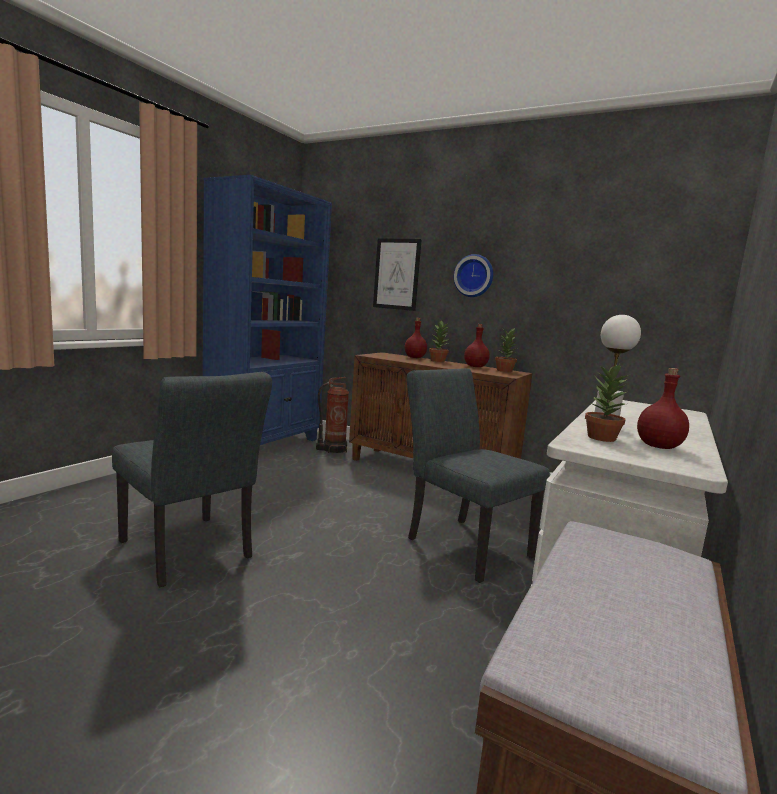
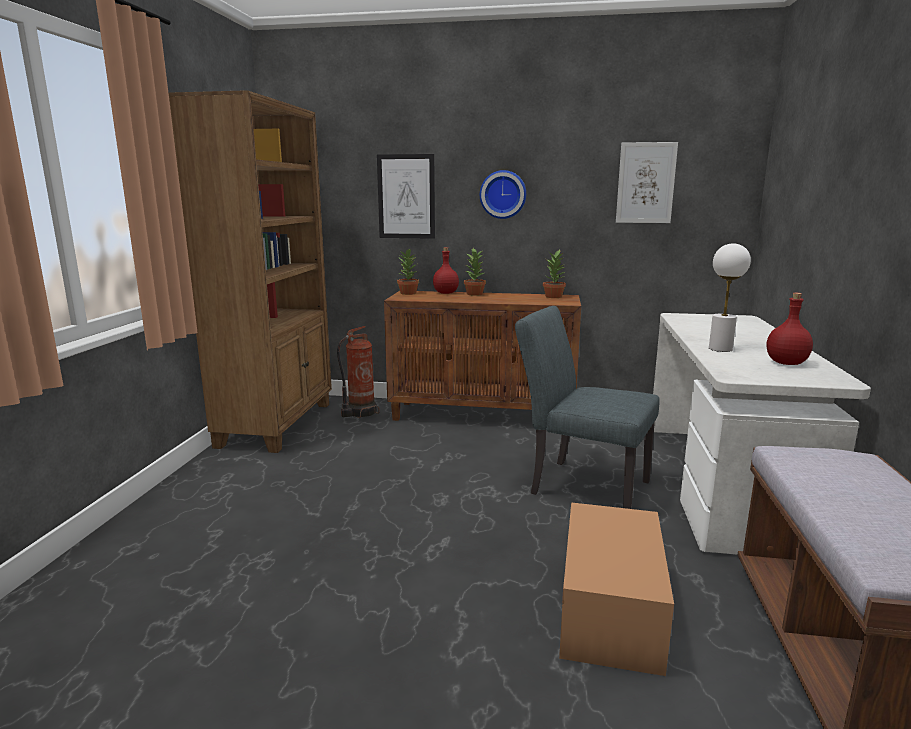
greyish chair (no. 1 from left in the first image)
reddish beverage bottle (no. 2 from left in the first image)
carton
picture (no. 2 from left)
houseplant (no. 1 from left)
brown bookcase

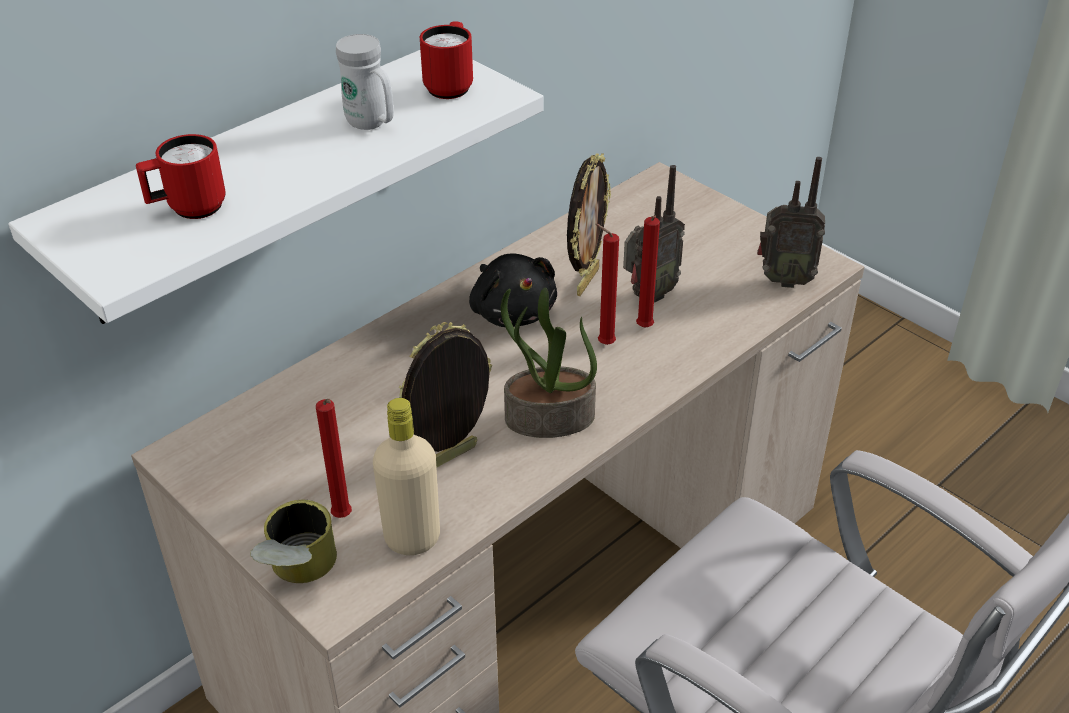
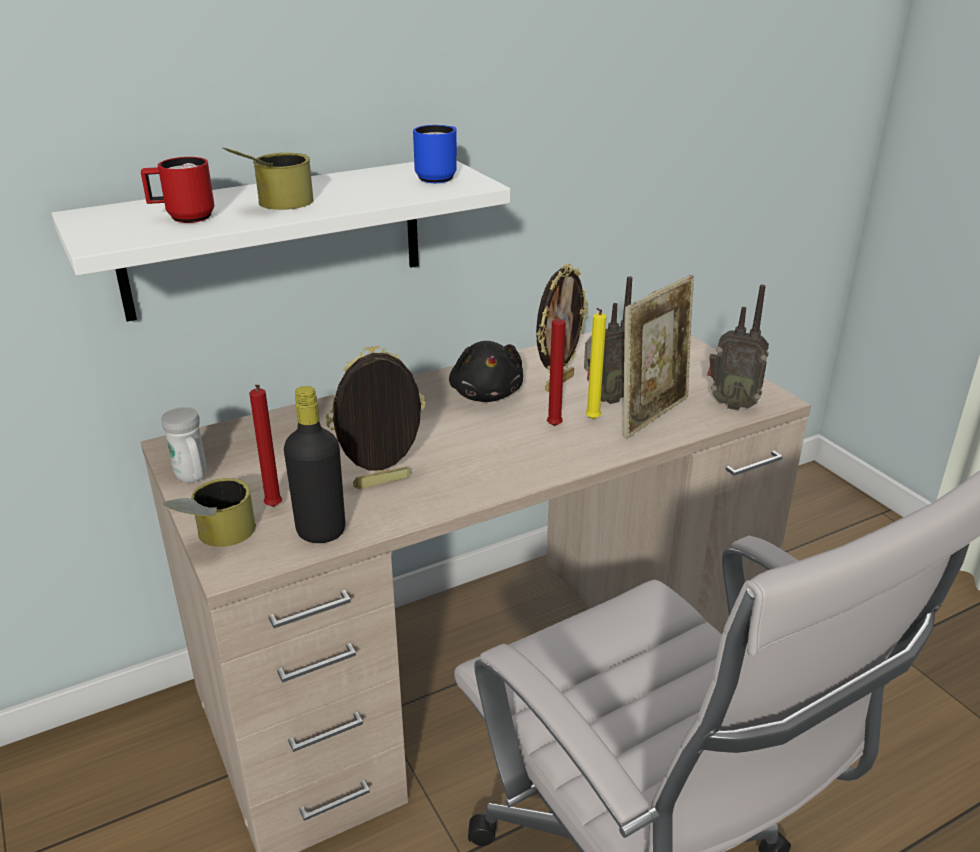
houseplant
sealed can (no. 2 from left)
photo frame (no. 3 from left)
white tea mug
blackish beverage bottle
blue tea mug
yellowish wax light

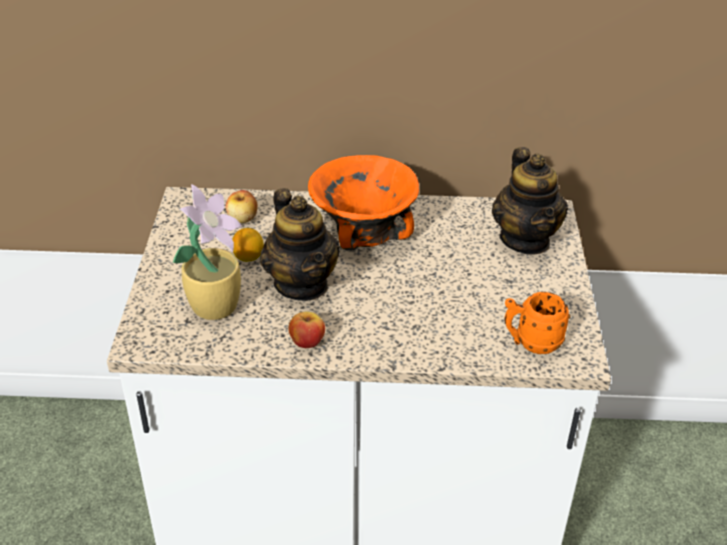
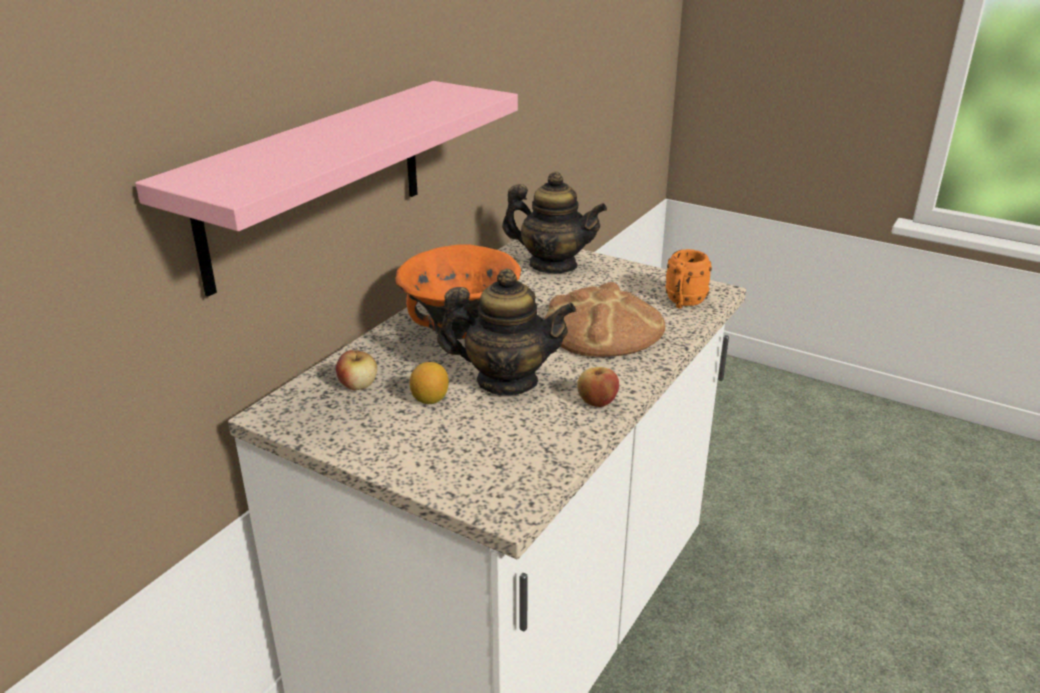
houseplant
pink bracket shelf
baked bread

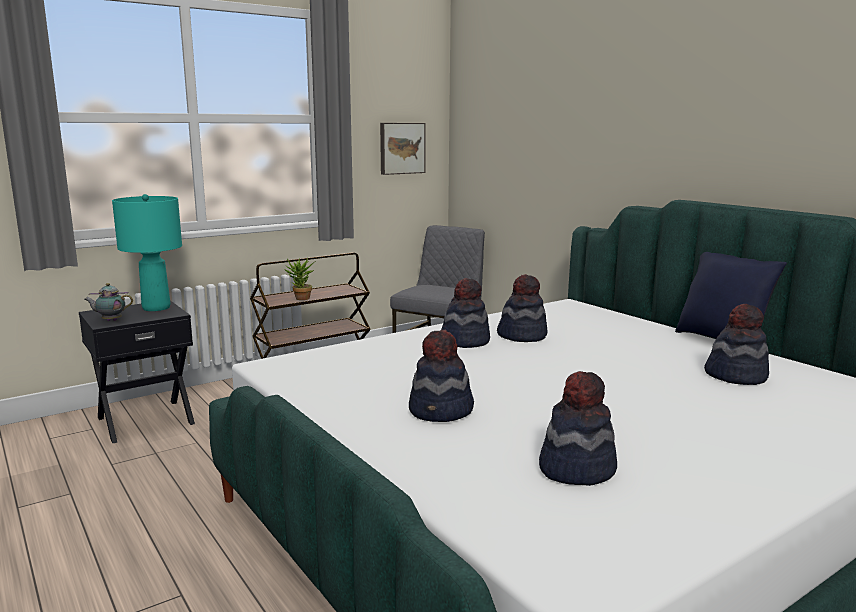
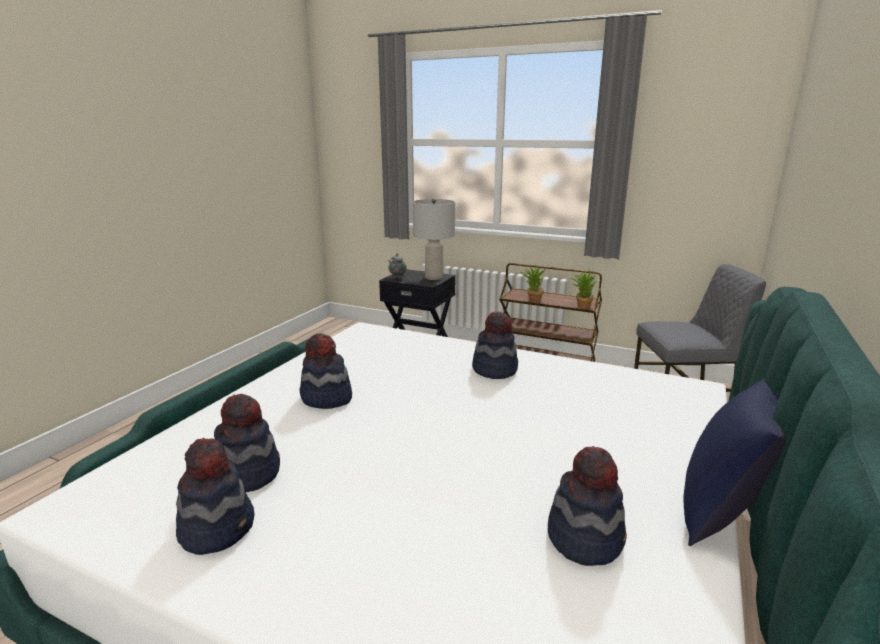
picture
houseplant (no. 2 from left)
clothing hat (no. 1 from left)
greyish lamp for a table

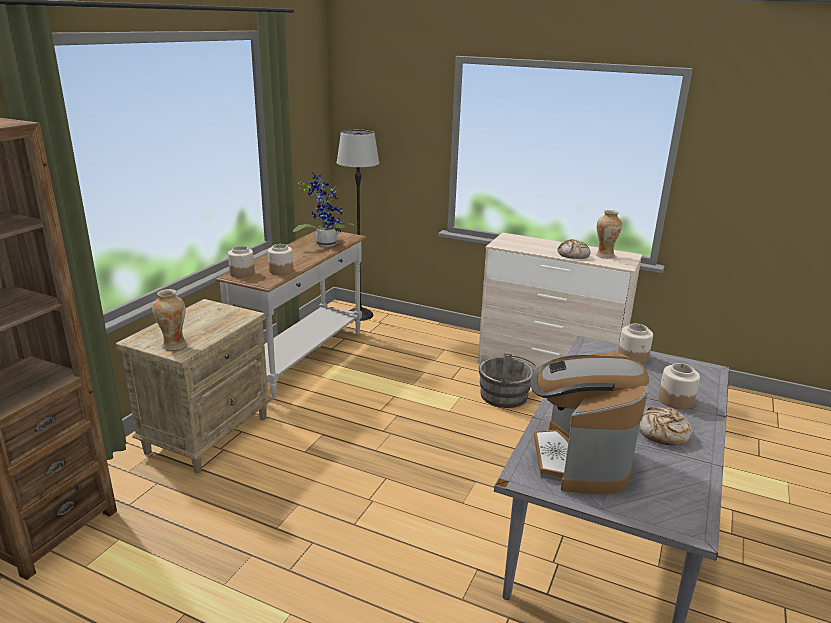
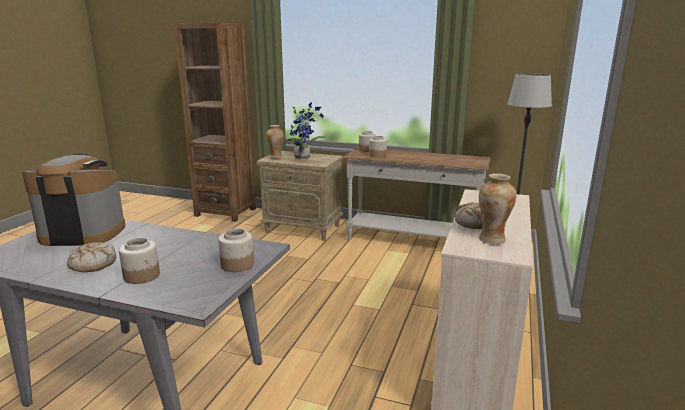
greyish water bucket
houseplant

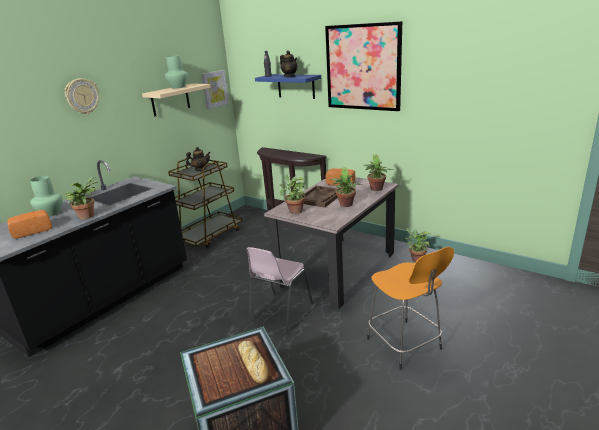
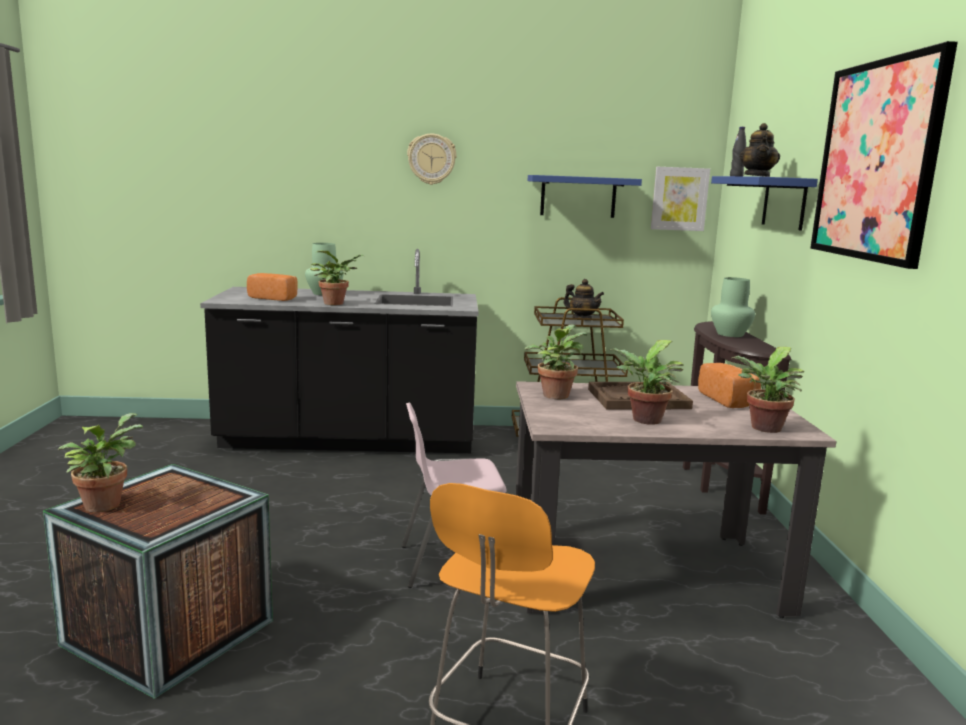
baked bread (no. 2 from left in the first image)
green decorative vase (no. 2 from left)
houseplant (no. 1 from left)
blue bracket shelf (no. 1 from left)

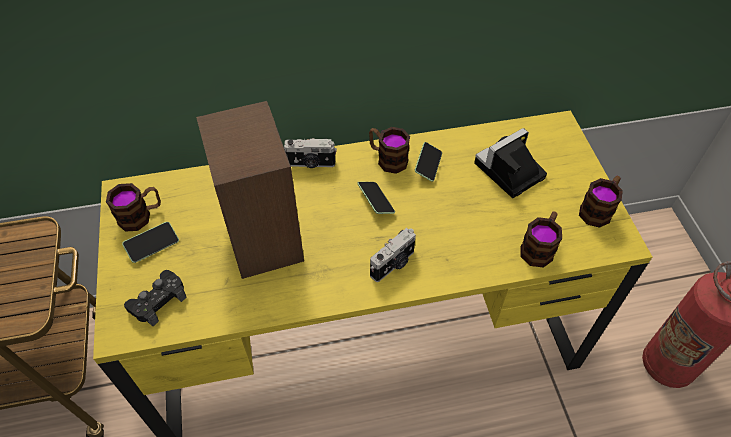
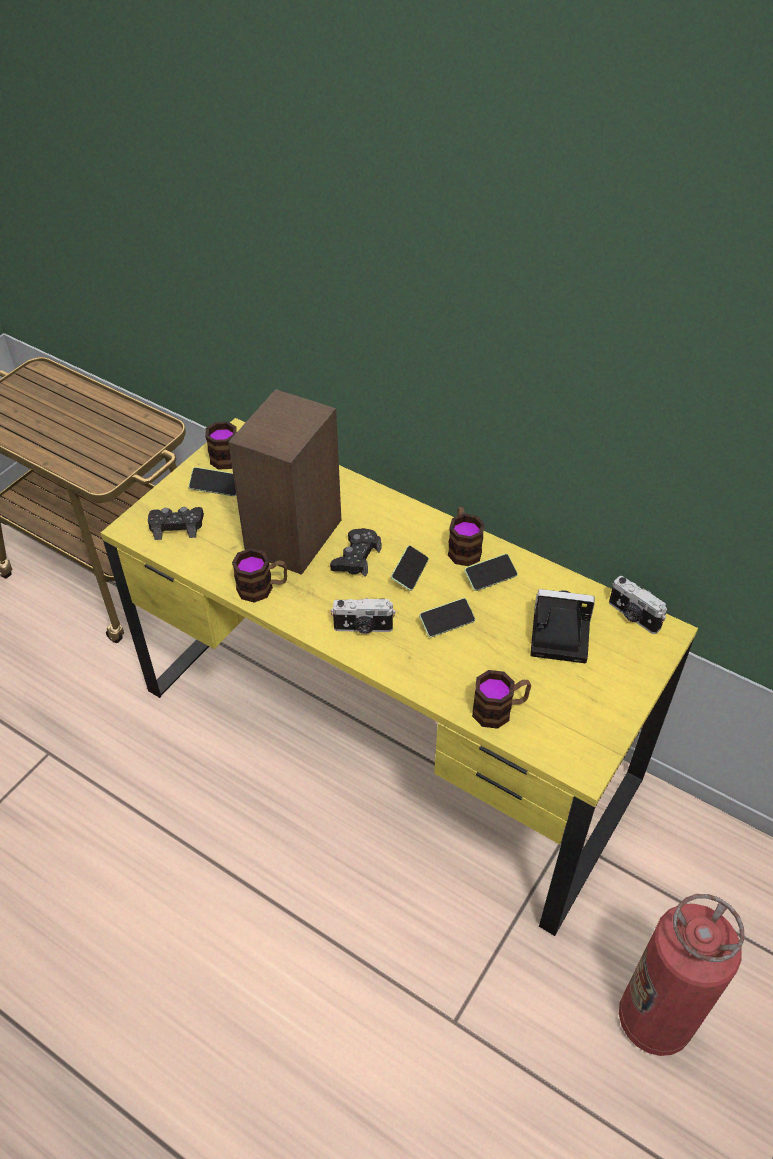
blackish game controller (no. 2 from left)
phone (no. 3 from left)
photo camera (no. 3 from left)
tea mug (no. 2 from left)

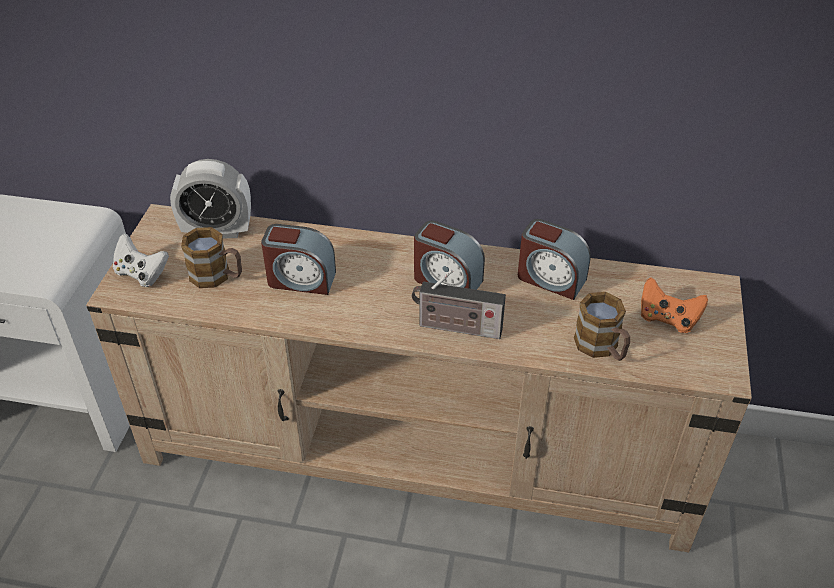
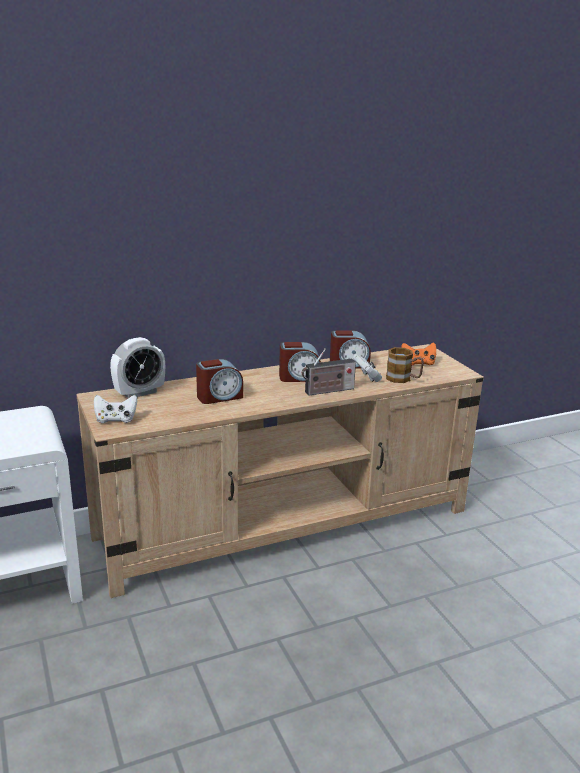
tea mug (no. 1 from left in the first image)
white game controller (no. 2 from left)

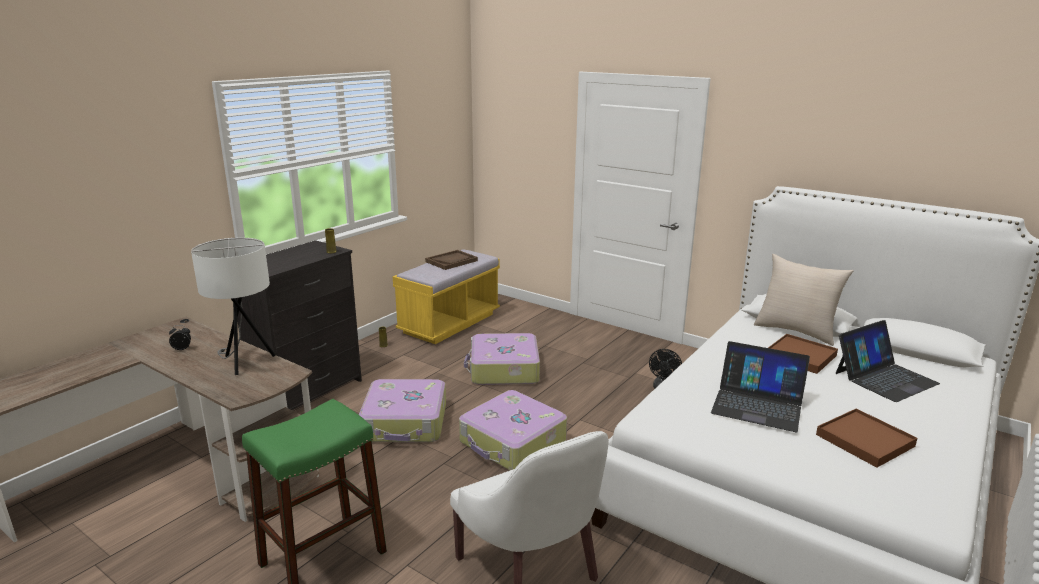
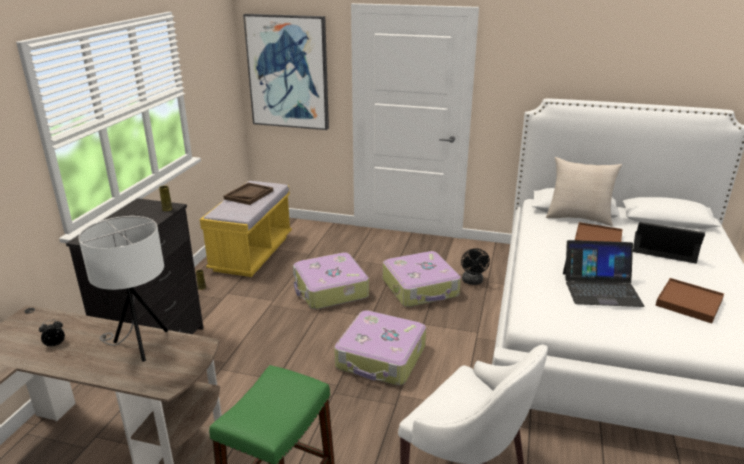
picture
travel case (no. 3 from left)
notebook computer (no. 2 from left)

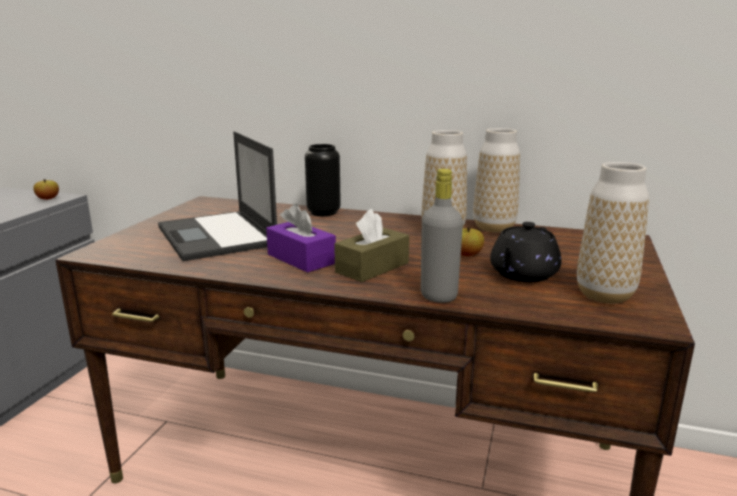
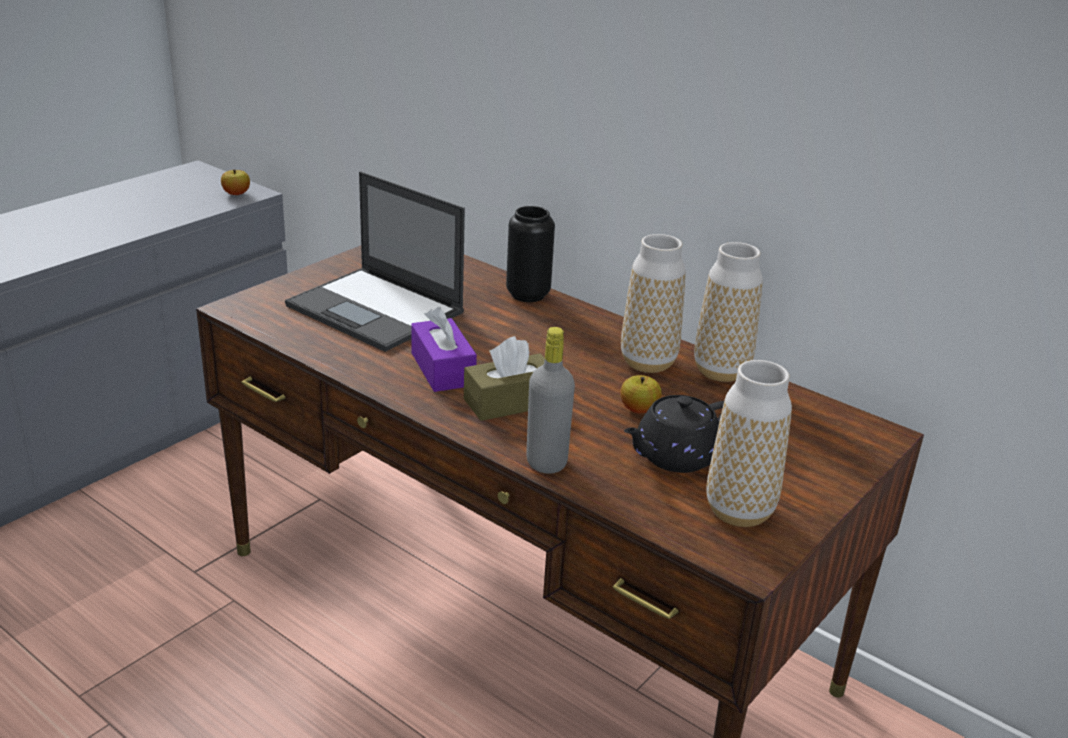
notebook computer

